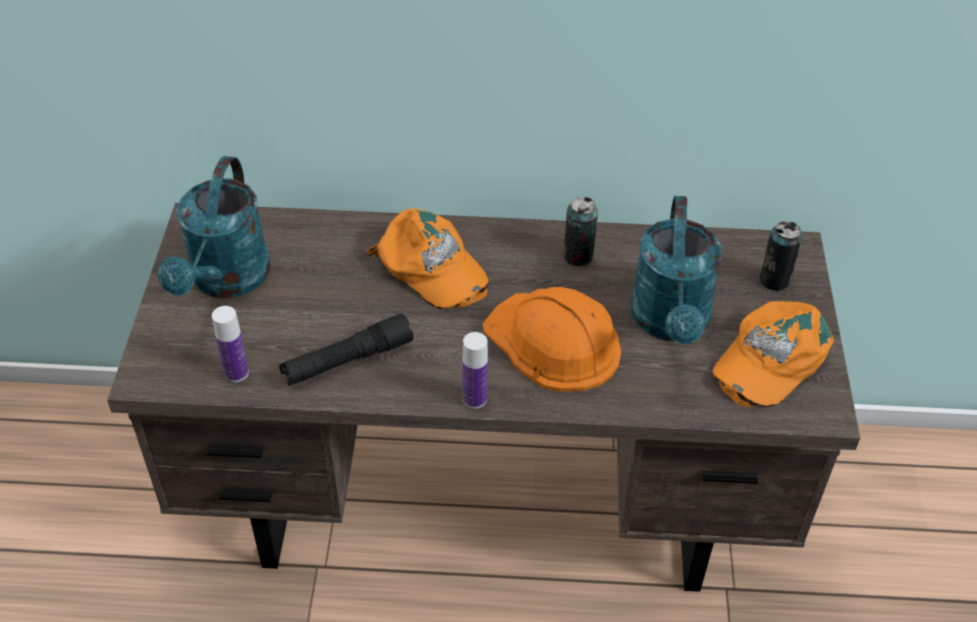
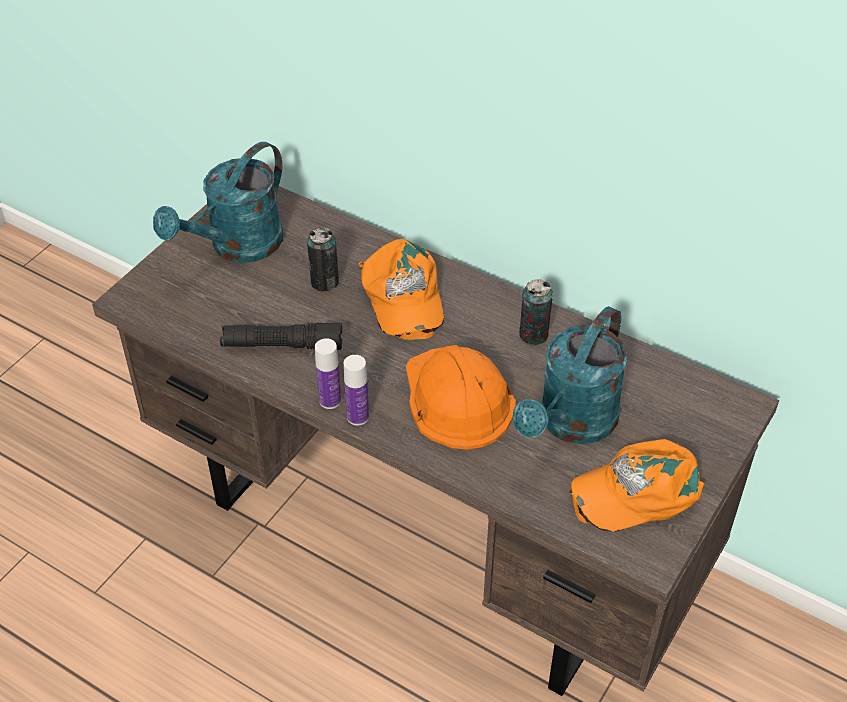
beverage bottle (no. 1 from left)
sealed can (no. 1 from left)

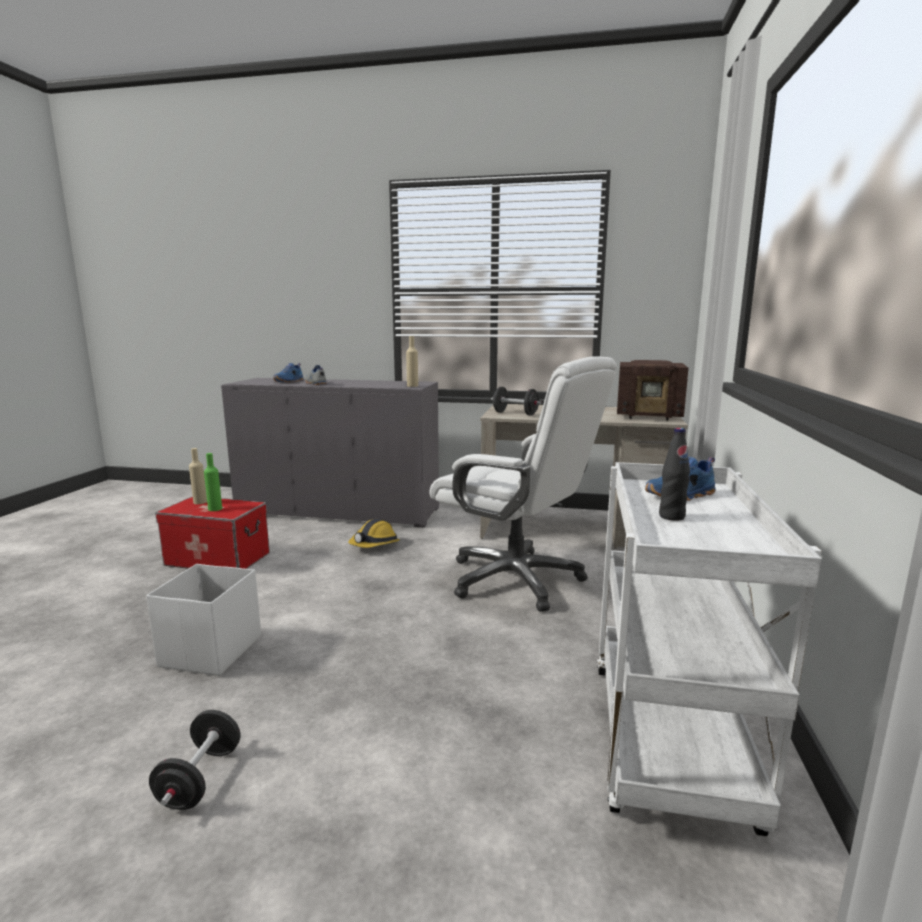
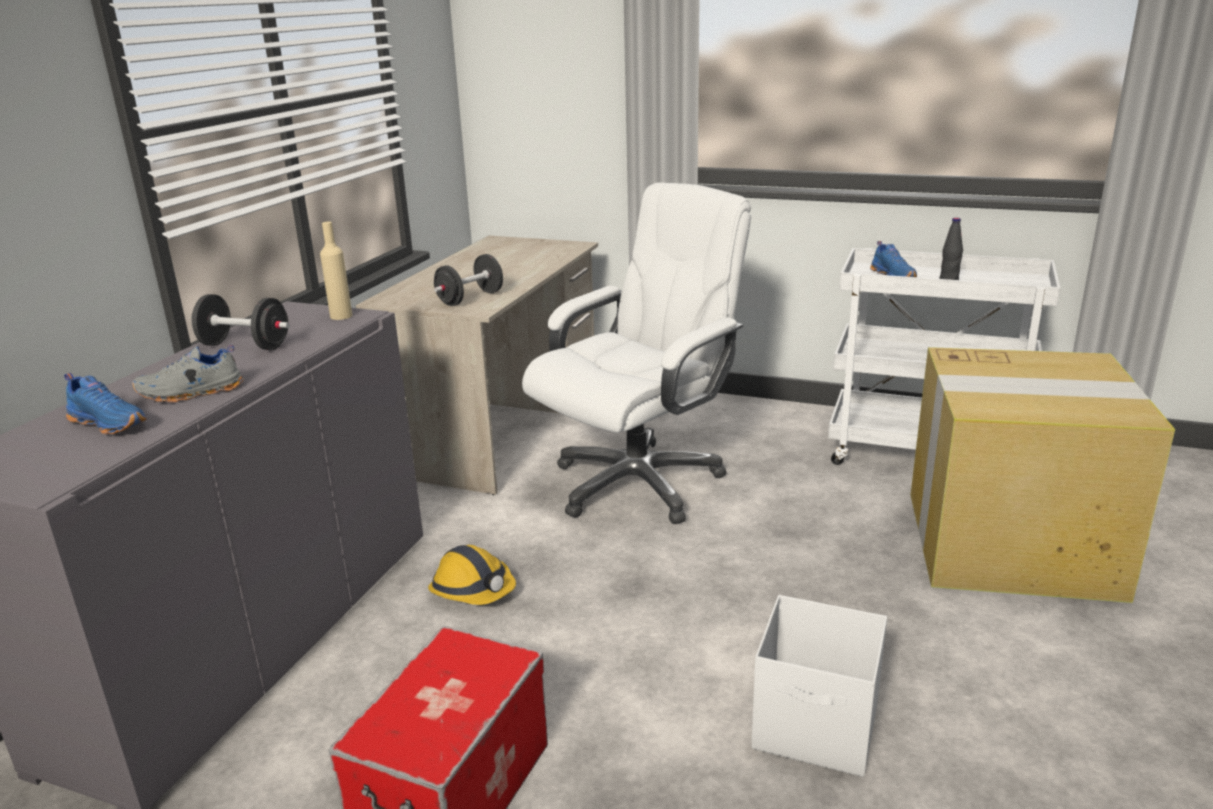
beige-coloured beverage bottle (no. 1 from left in the first image)
green beverage bottle
radio receiver
carton
blackish hand weight (no. 1 from left)

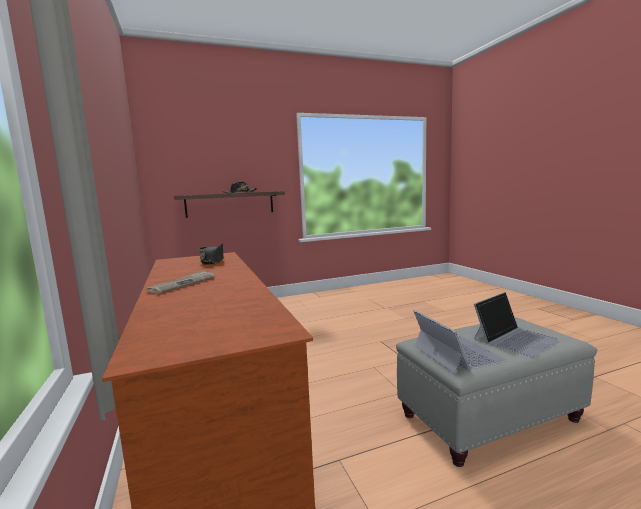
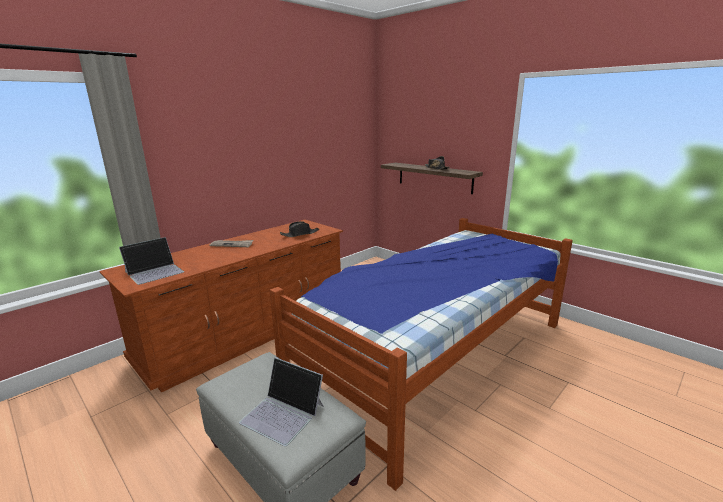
bed
notebook computer (no. 1 from left)

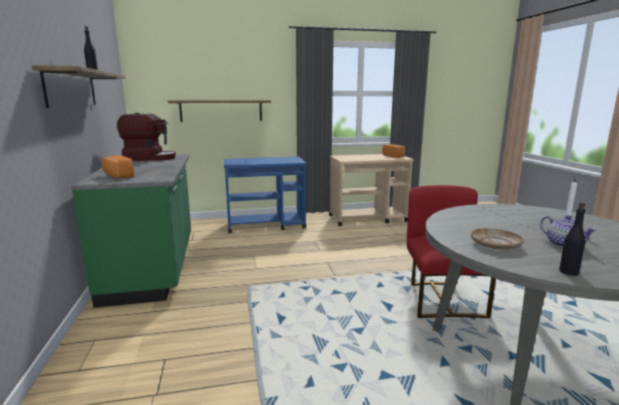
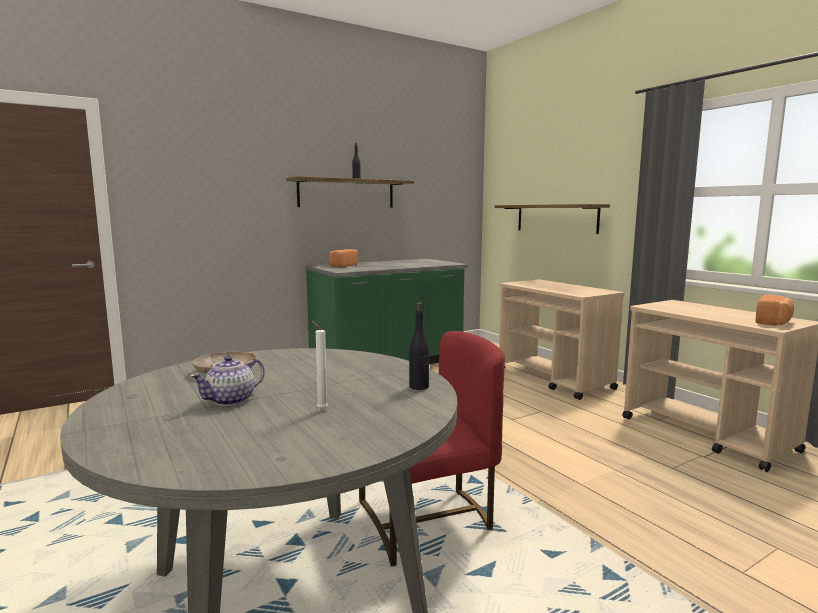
coffee machine
blackish beverage bottle (no. 2 from left)
beige-coloured trolley (no. 1 from left)

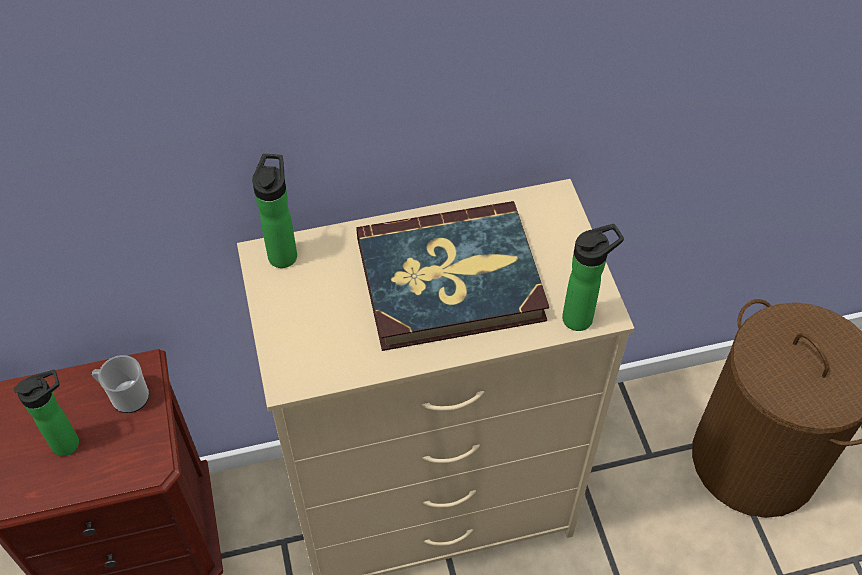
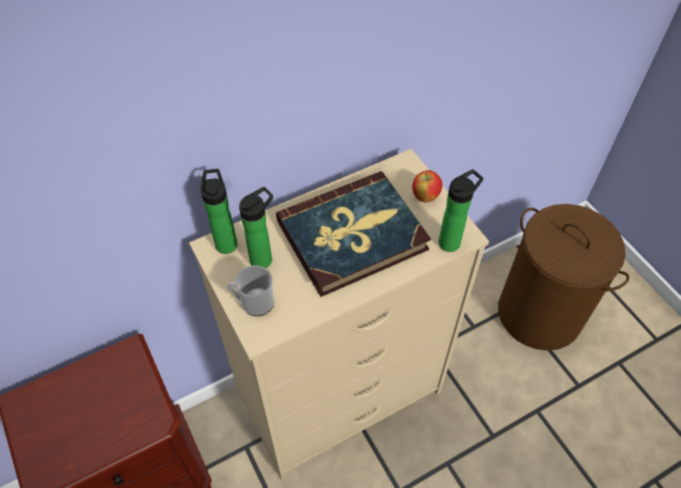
whole apple
beverage bottle (no. 2 from left)
tea mug

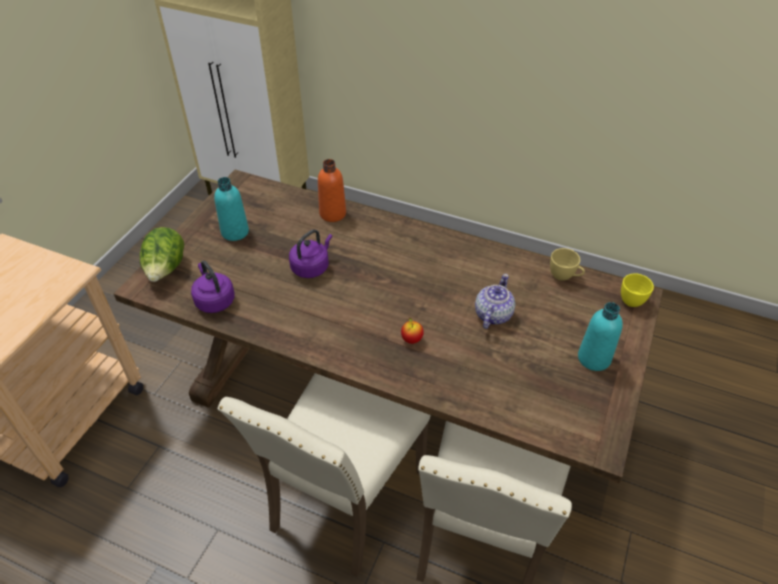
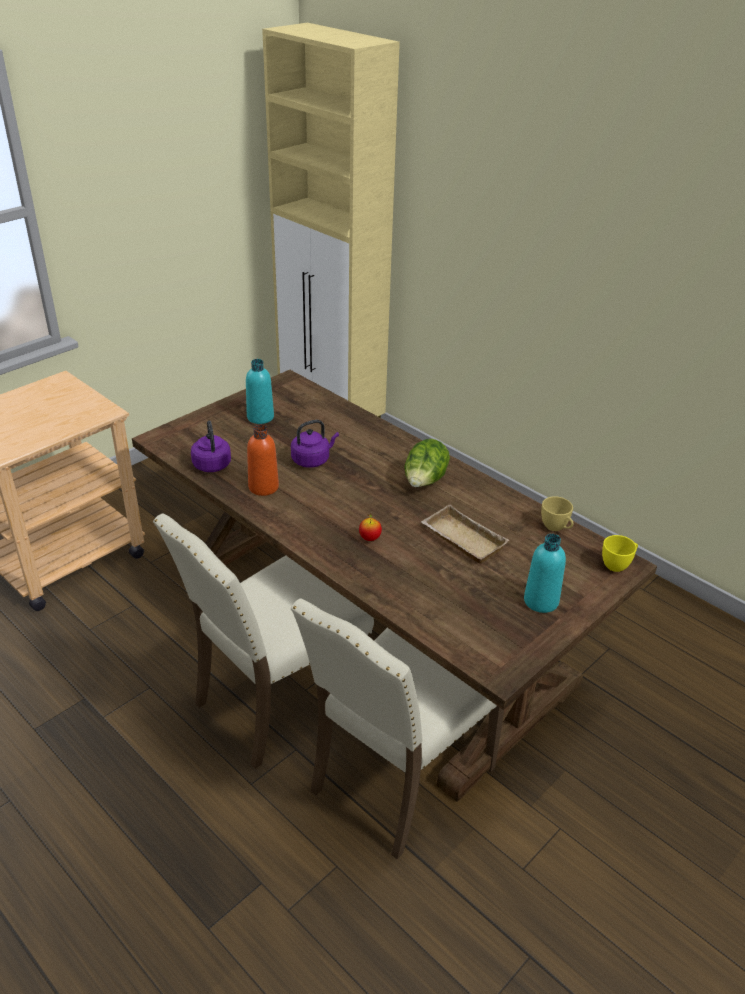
lettuce
orangey beverage bottle
beige-coloured serving tray

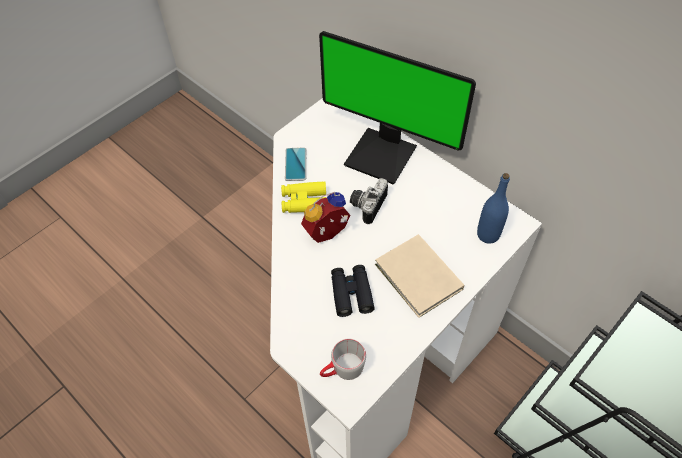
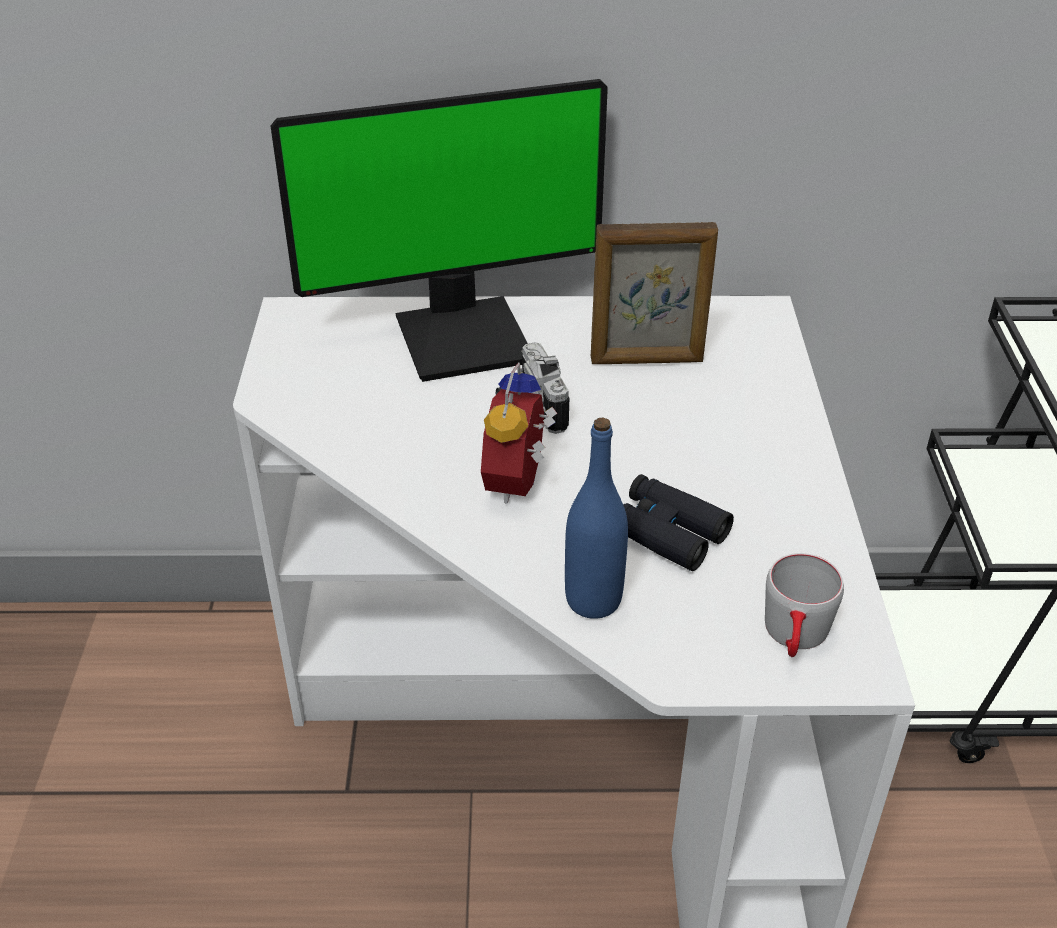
yellowish pair of binoculars
phone
beige-coloured book
photo frame
blue beverage bottle

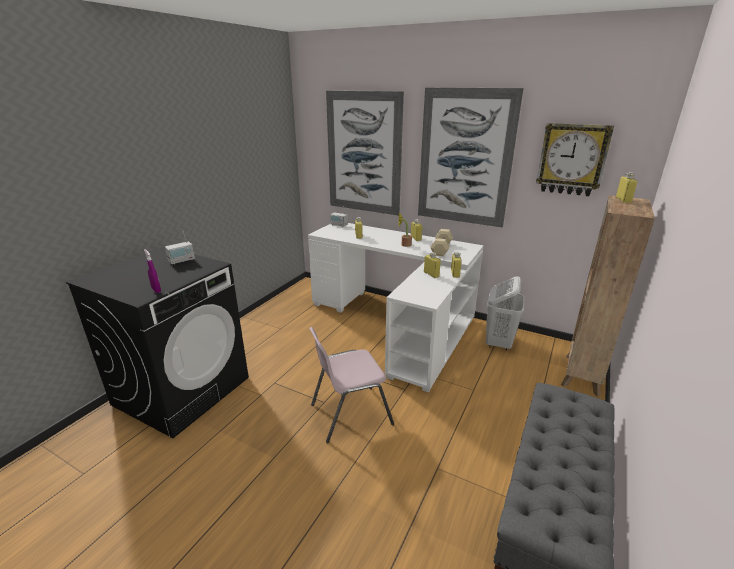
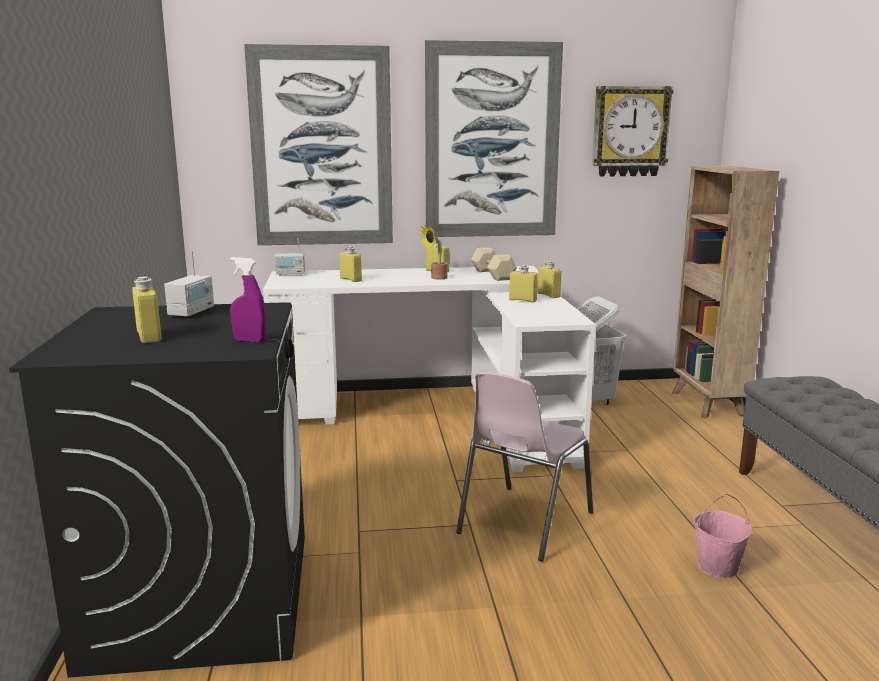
pink water bucket
yellowish beverage bottle (no. 1 from left)

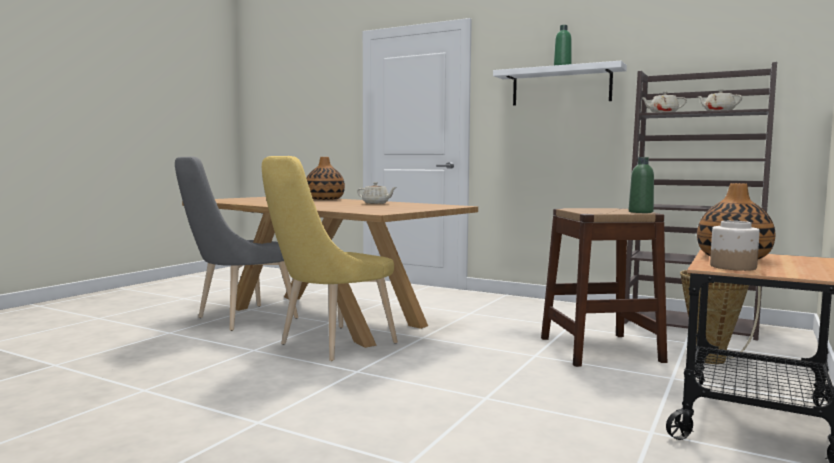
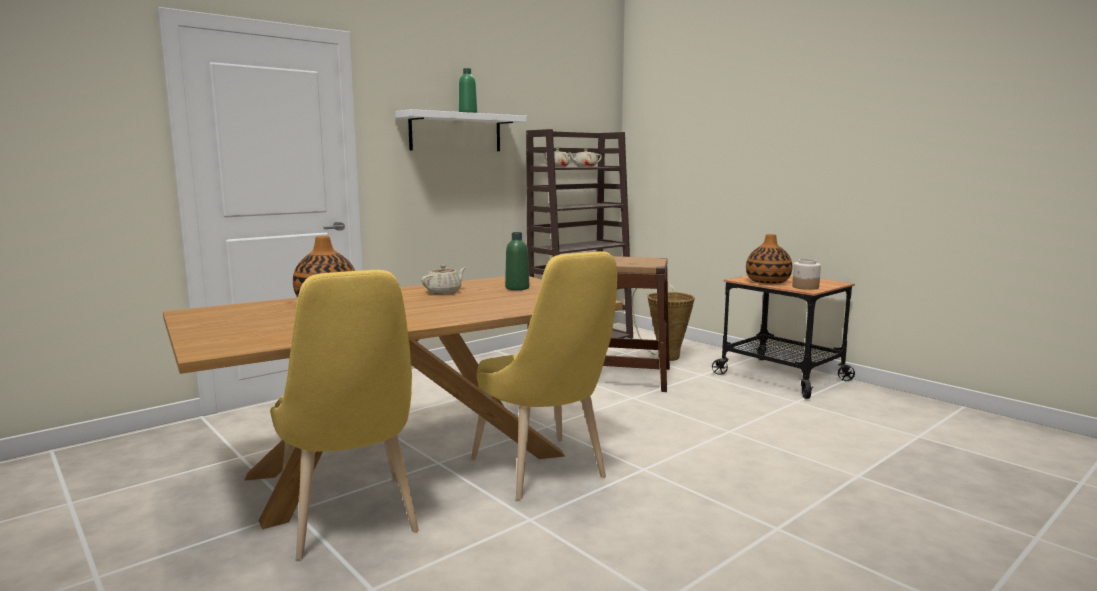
green beverage bottle (no. 2 from left)
yellowish chair (no. 1 from left)

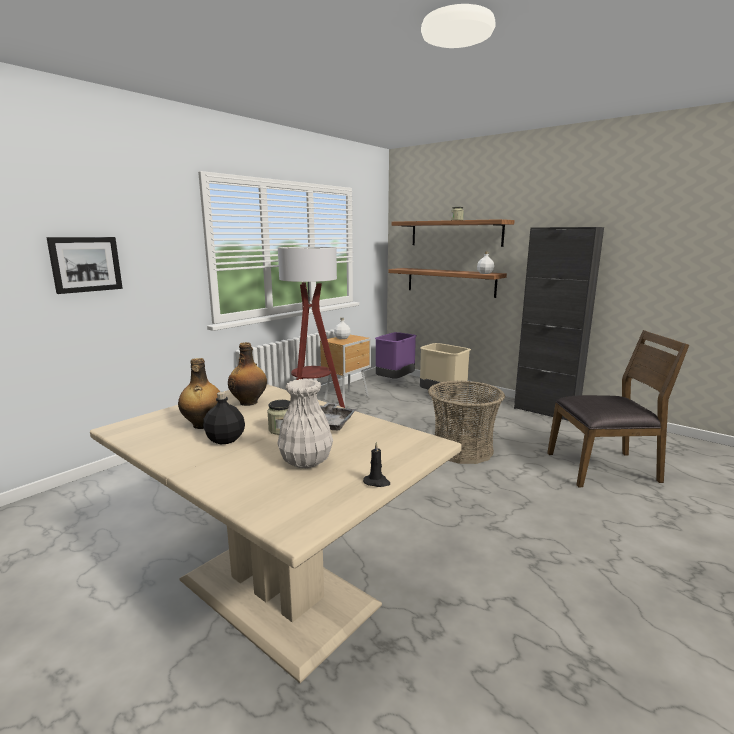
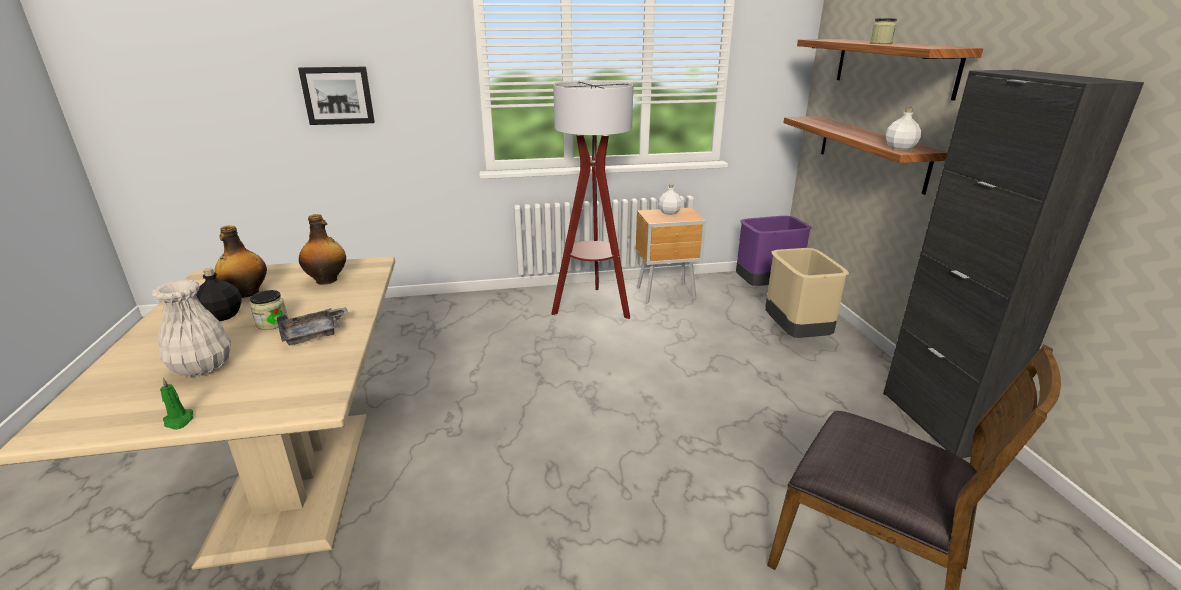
household basket
green wax light

